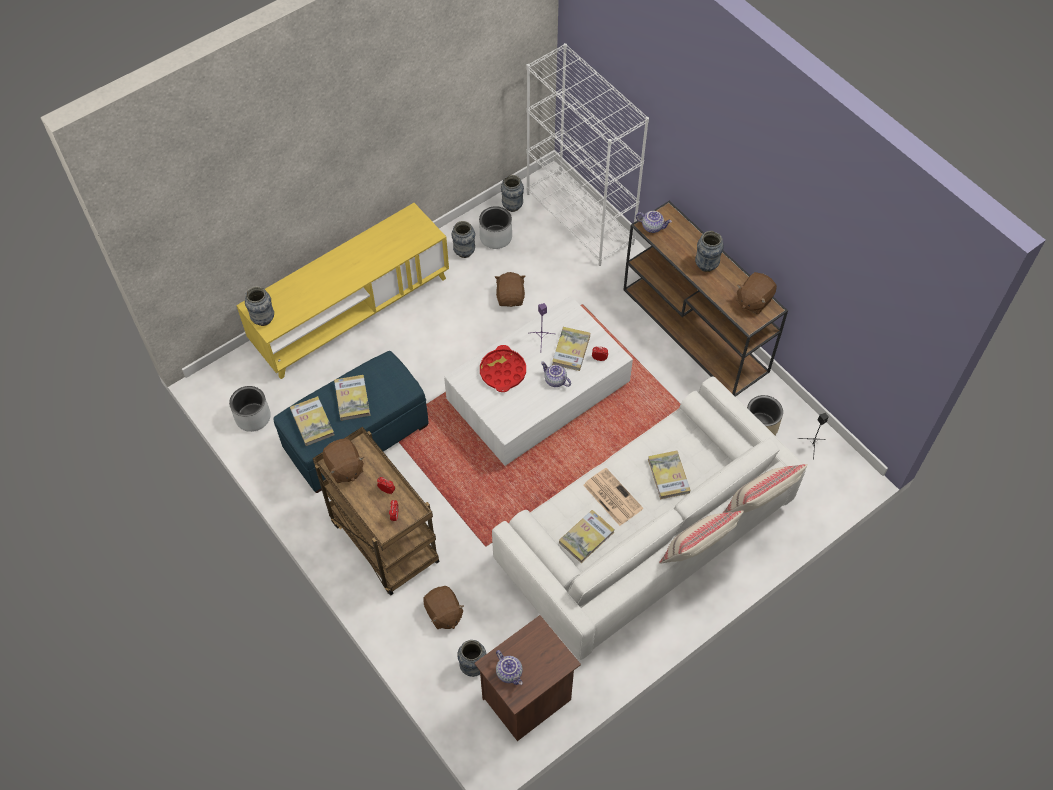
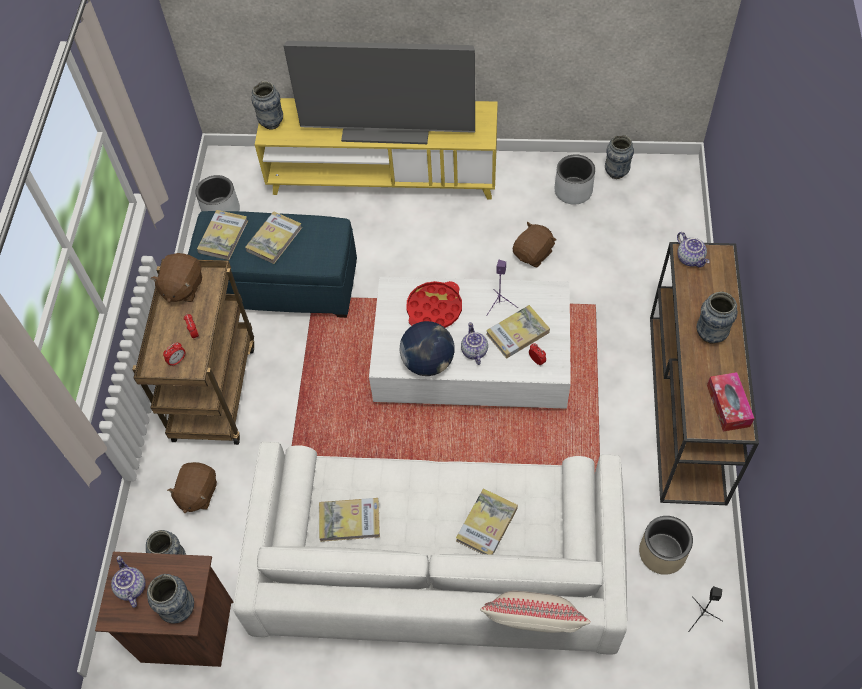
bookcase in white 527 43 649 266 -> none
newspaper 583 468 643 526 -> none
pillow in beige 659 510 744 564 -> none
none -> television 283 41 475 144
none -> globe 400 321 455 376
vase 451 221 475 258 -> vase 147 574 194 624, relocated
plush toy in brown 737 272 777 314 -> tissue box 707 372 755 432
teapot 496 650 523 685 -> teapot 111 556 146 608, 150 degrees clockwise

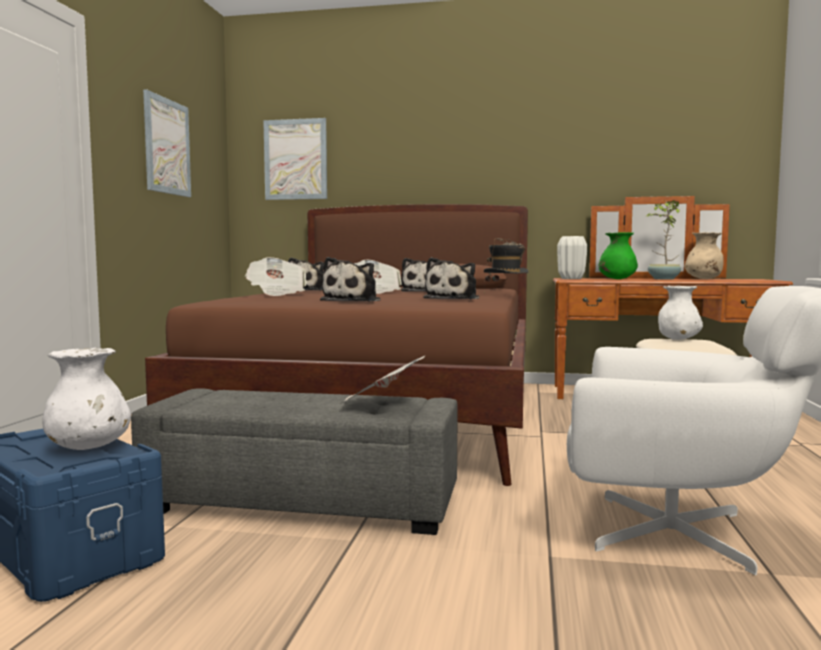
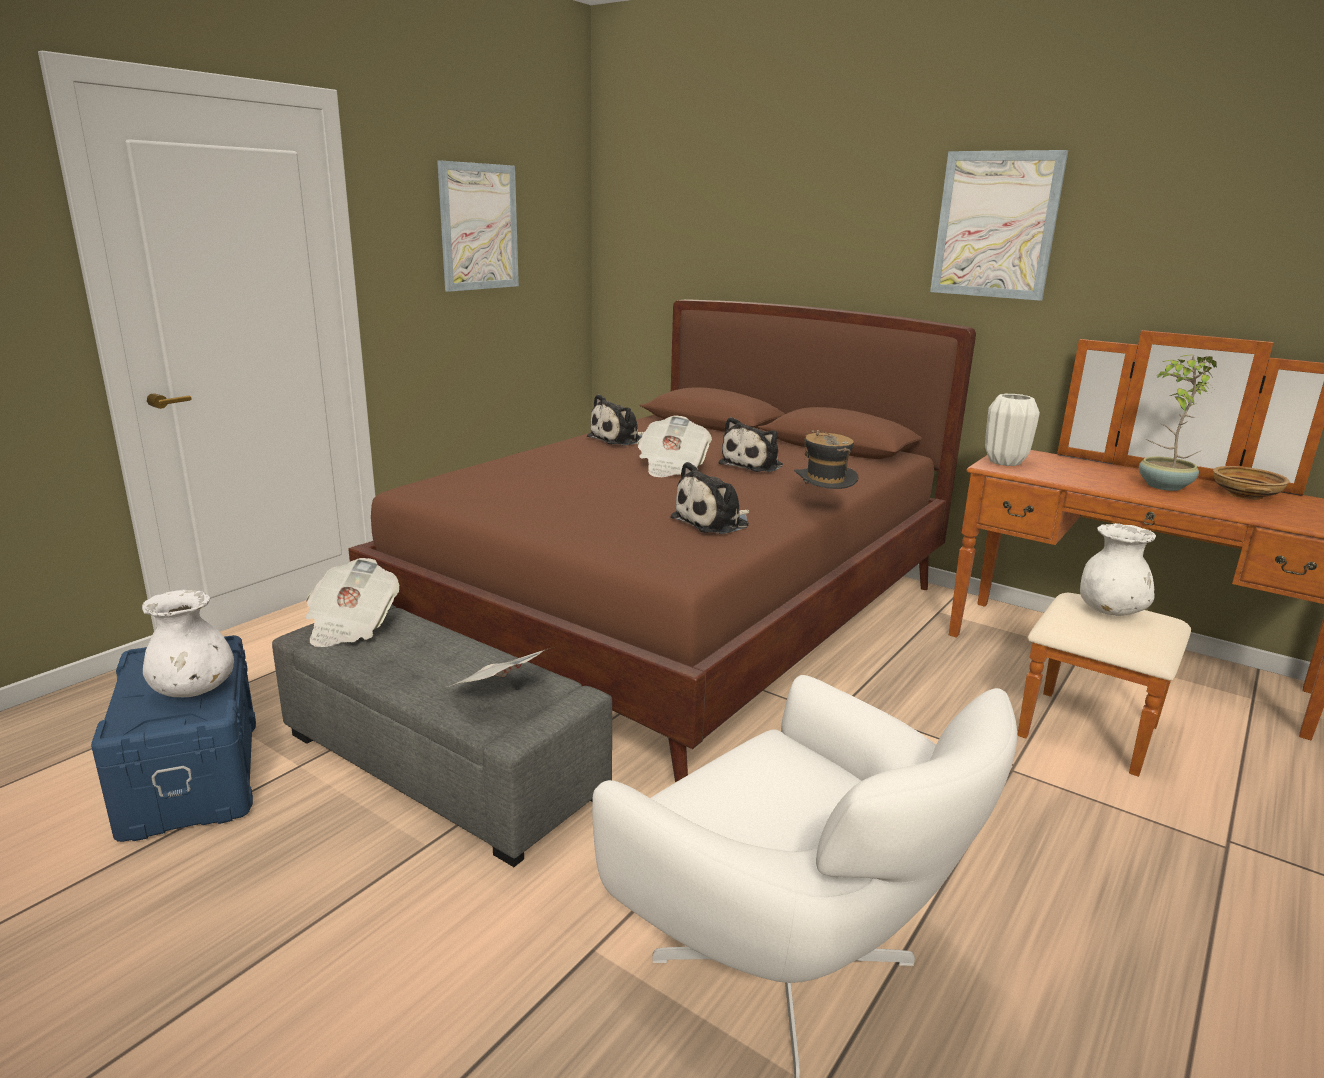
plush toy 320 257 380 302 -> none
vase in green 599 232 638 279 -> none
newspaper 245 257 306 296 -> newspaper 305 558 400 647, relocated
picture 263 118 327 200 -> picture 930 150 1068 301, relocated
vase in beige 685 232 724 279 -> bowl in beige 1213 466 1290 500

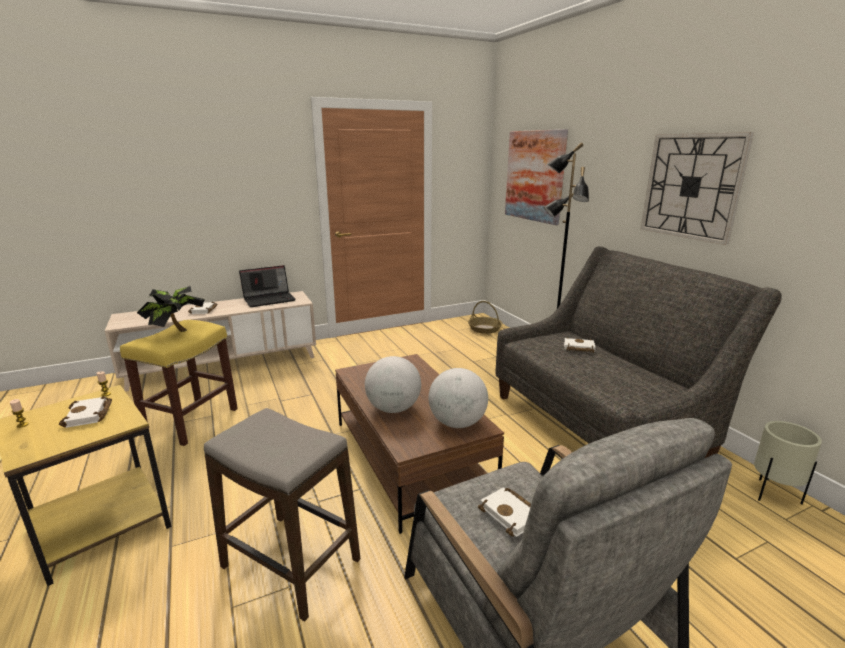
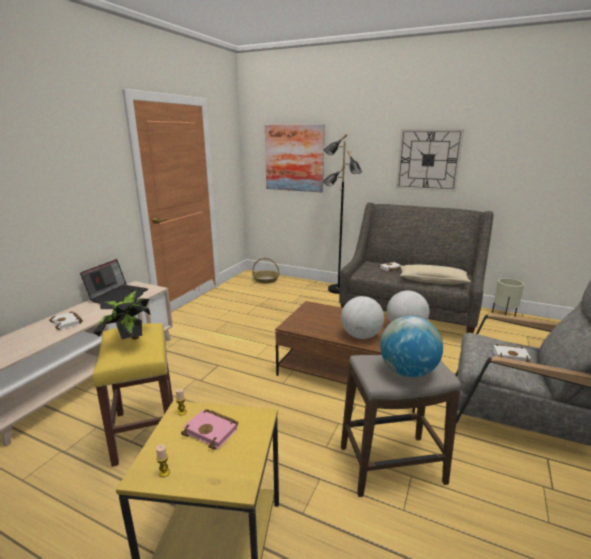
none -> globe 380 316 443 377
none -> pillow in beige 400 265 471 285
book in white 59 396 112 428 -> book in pink 181 409 238 450

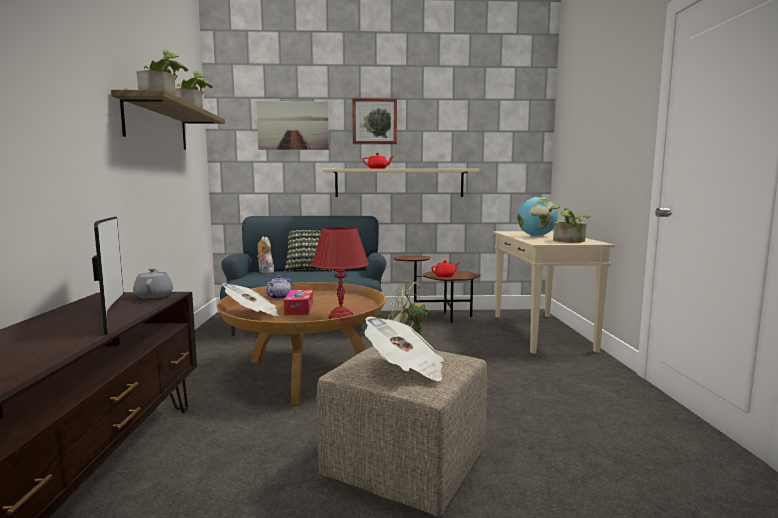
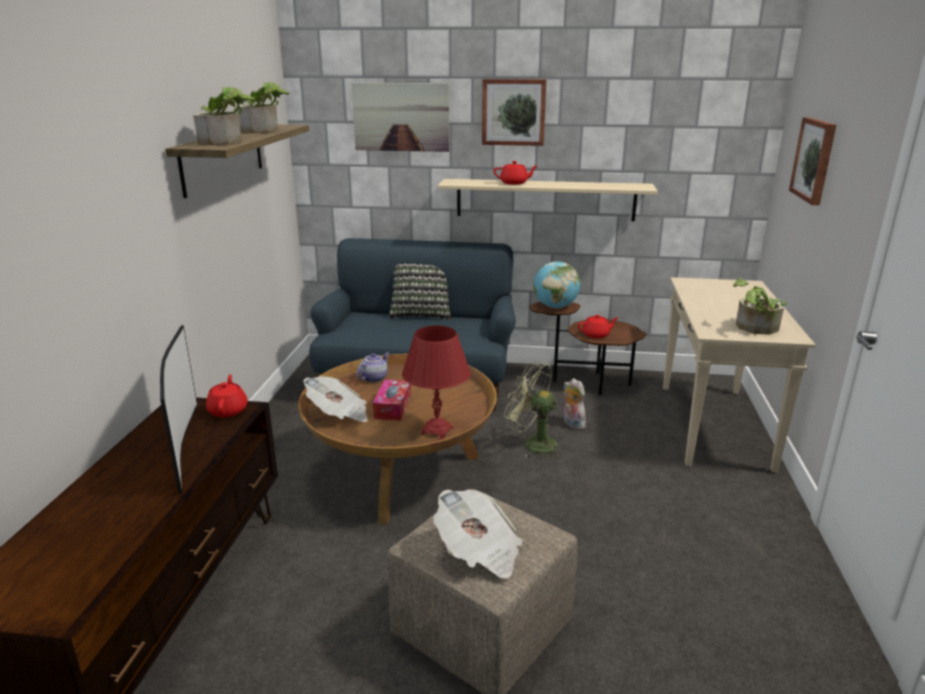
none -> picture 789 117 836 205
plush toy 257 237 274 273 -> plush toy 563 378 587 429, relocated
globe 517 197 558 237 -> globe 533 261 581 308, relocated
teapot in grey 133 268 173 299 -> teapot in red 206 374 247 417

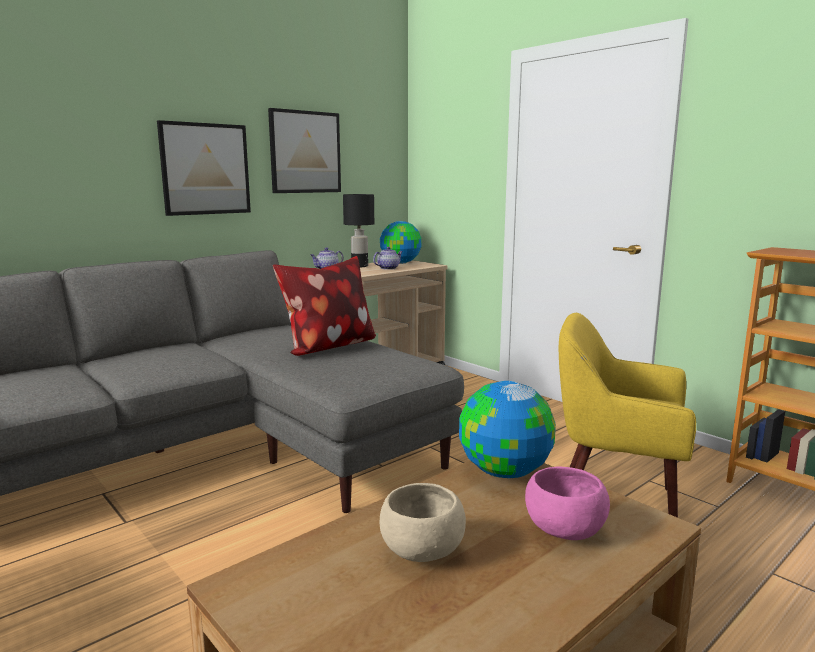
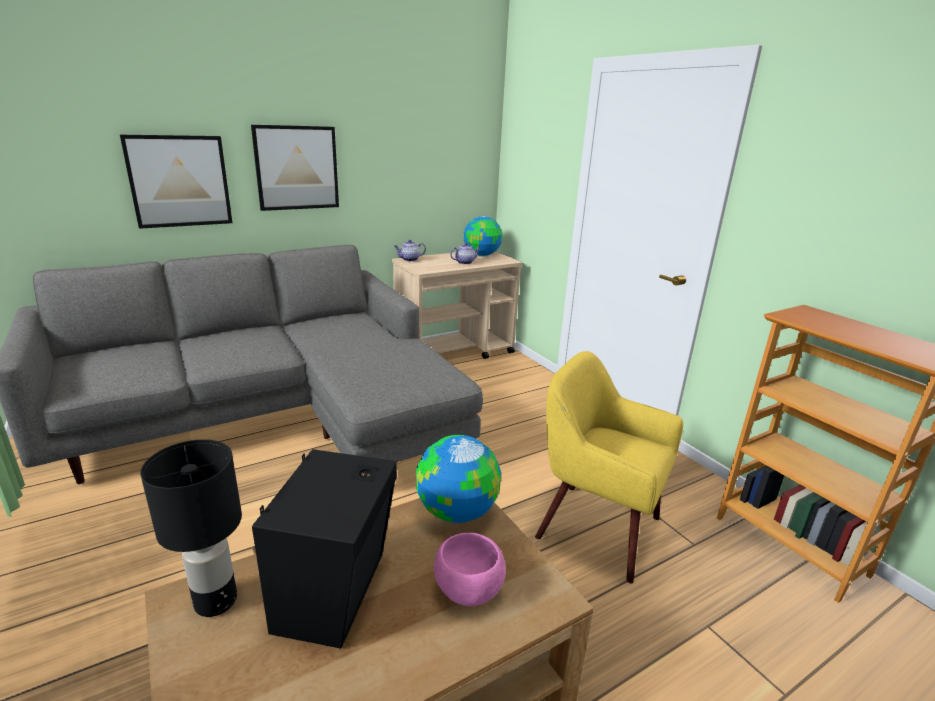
pillow 273 256 376 356 -> none
picture 268 108 341 193 -> picture 120 135 232 229, relocated
table lamp in black 343 194 374 267 -> table lamp in black 140 439 242 617, relocated
bowl in beige 380 483 466 562 -> speaker in black 252 449 397 649

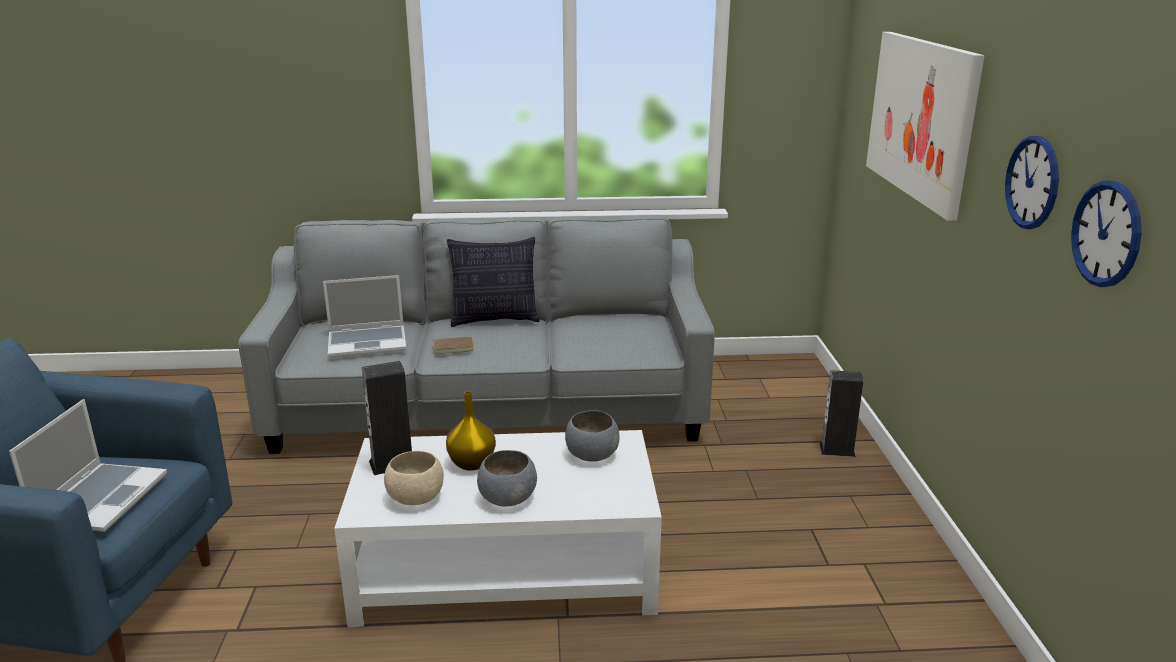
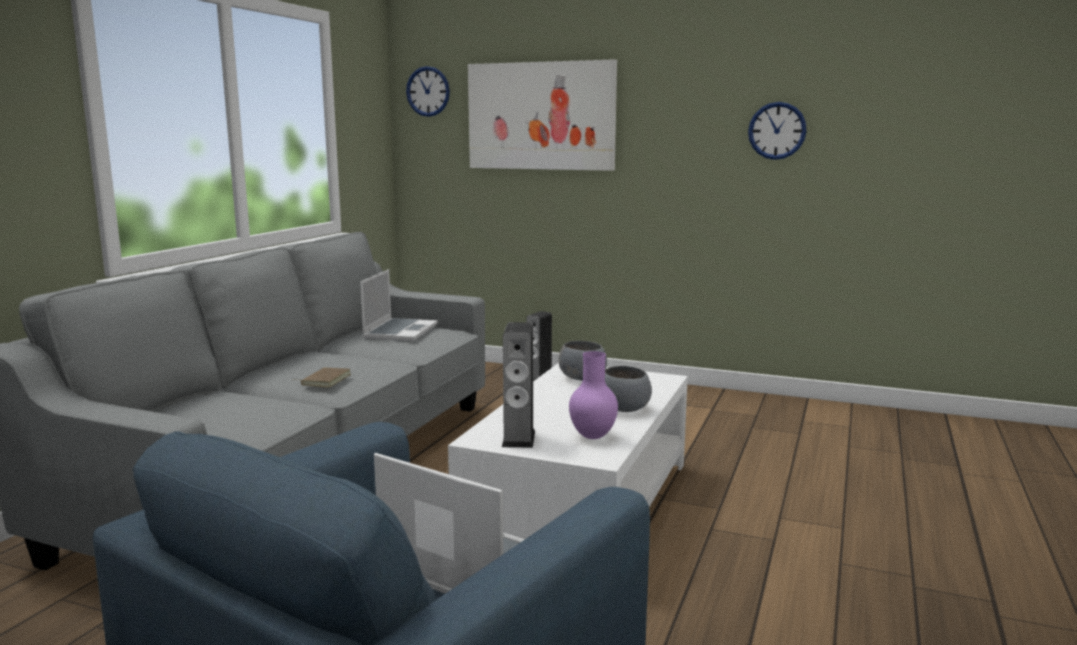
vase in yellow 446 391 496 471 -> none
pillow 447 237 540 327 -> none
laptop 323 275 406 358 -> laptop 360 269 438 341, relocated
wall clock 1005 136 1059 229 -> wall clock 406 66 450 117, relocated
bowl in beige 384 451 444 505 -> vase in purple 569 351 618 439

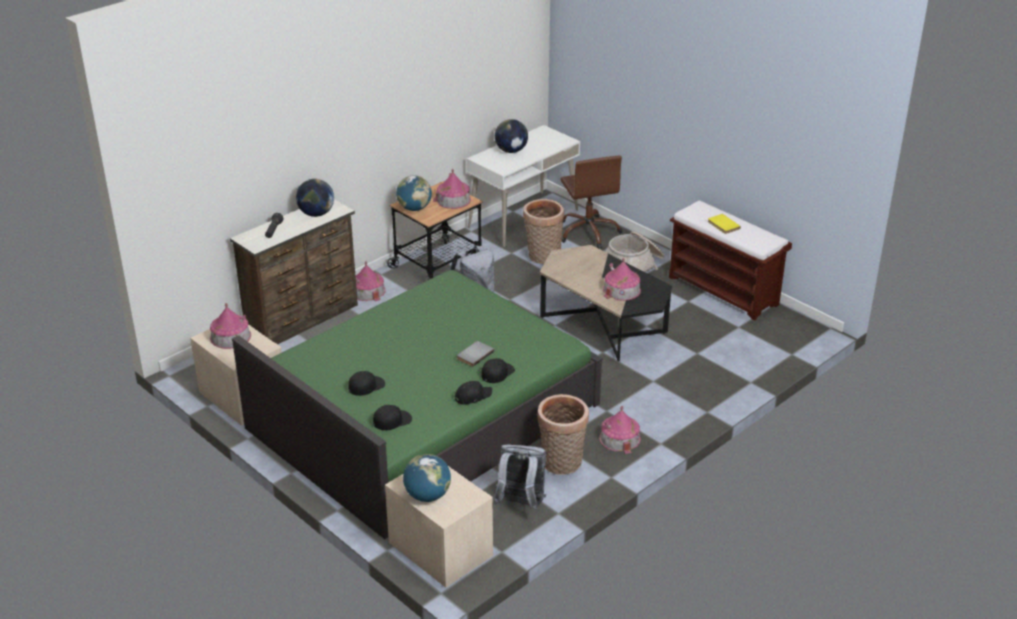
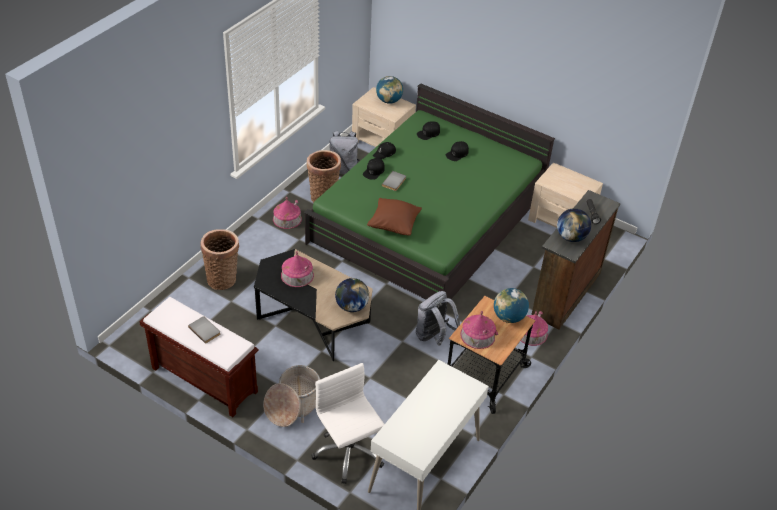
toy house 210 303 251 349 -> none
none -> pillow in brown 367 198 422 236
globe 495 119 528 153 -> globe 335 278 369 312, relocated
basket 523 199 564 264 -> basket 201 229 239 290, relocated
office chair in brown 560 156 623 249 -> office chair in white 311 363 385 484
book in yellow 708 214 741 234 -> book in grey 188 316 220 344

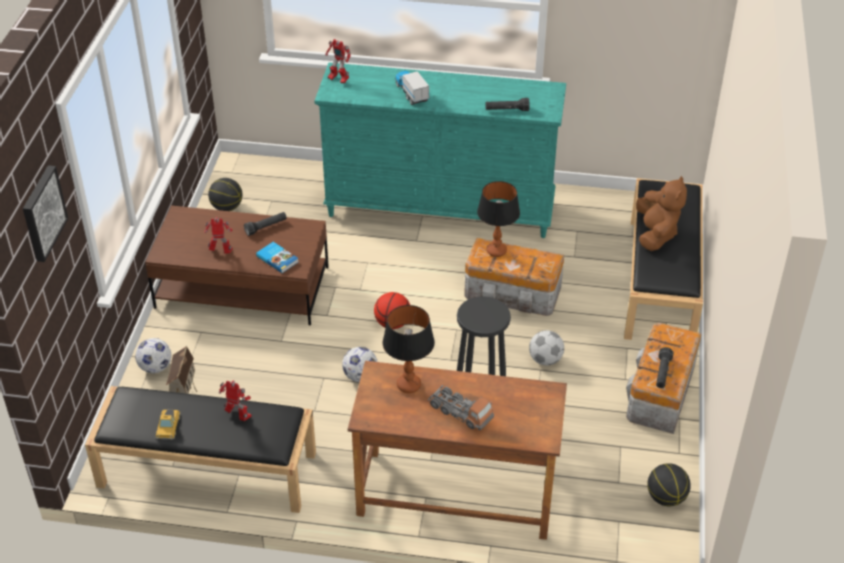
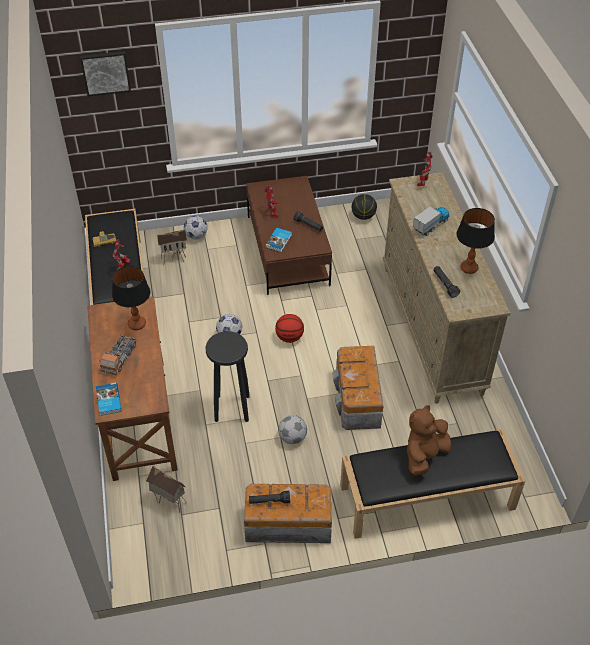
basketball 647 463 691 506 -> none
none -> book 96 382 122 416
none -> toy house 146 465 187 513
table lamp 477 181 520 257 -> table lamp 456 208 495 274, relocated
dresser in turquoise 315 62 566 238 -> dresser in beige 382 172 510 404
plush toy in brown 636 176 687 251 -> plush toy in brown 407 405 451 476, 150 degrees clockwise

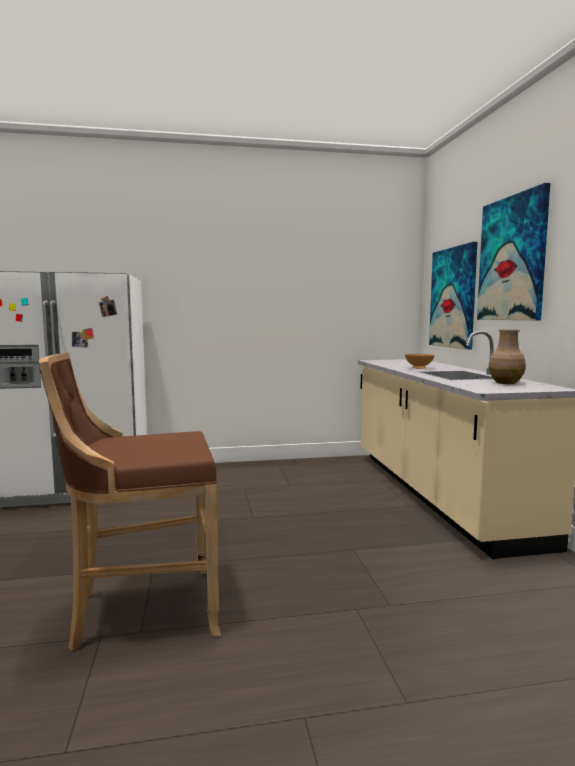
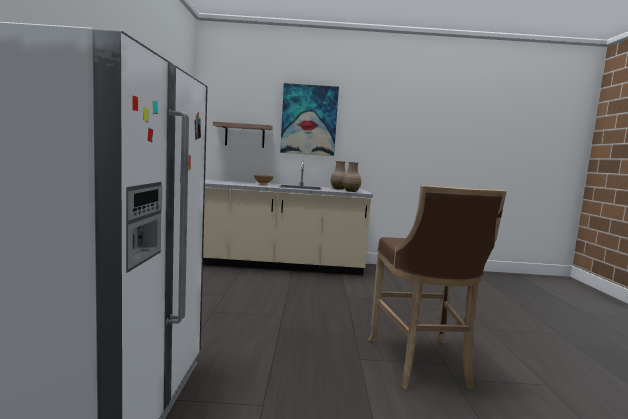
none -> vase in brown 343 162 361 192
picture 429 242 477 350 -> shelf 213 121 273 148

